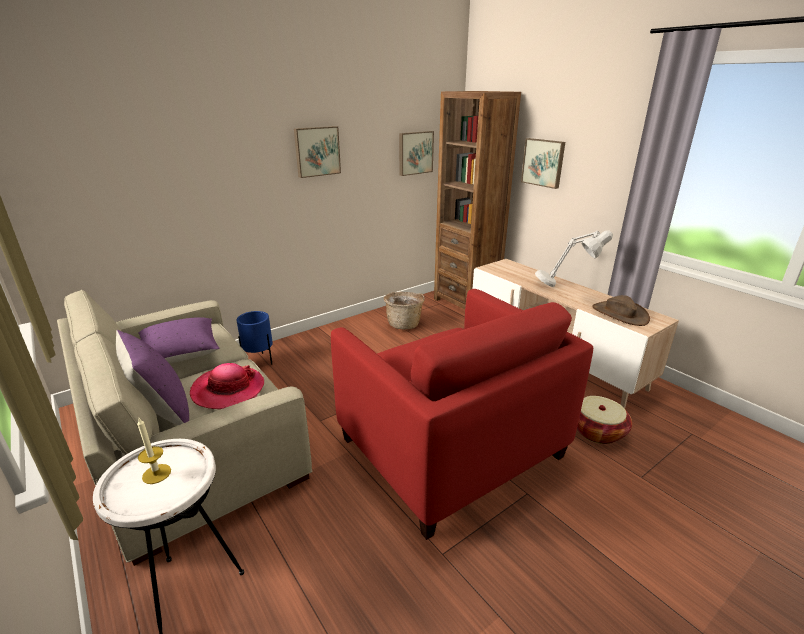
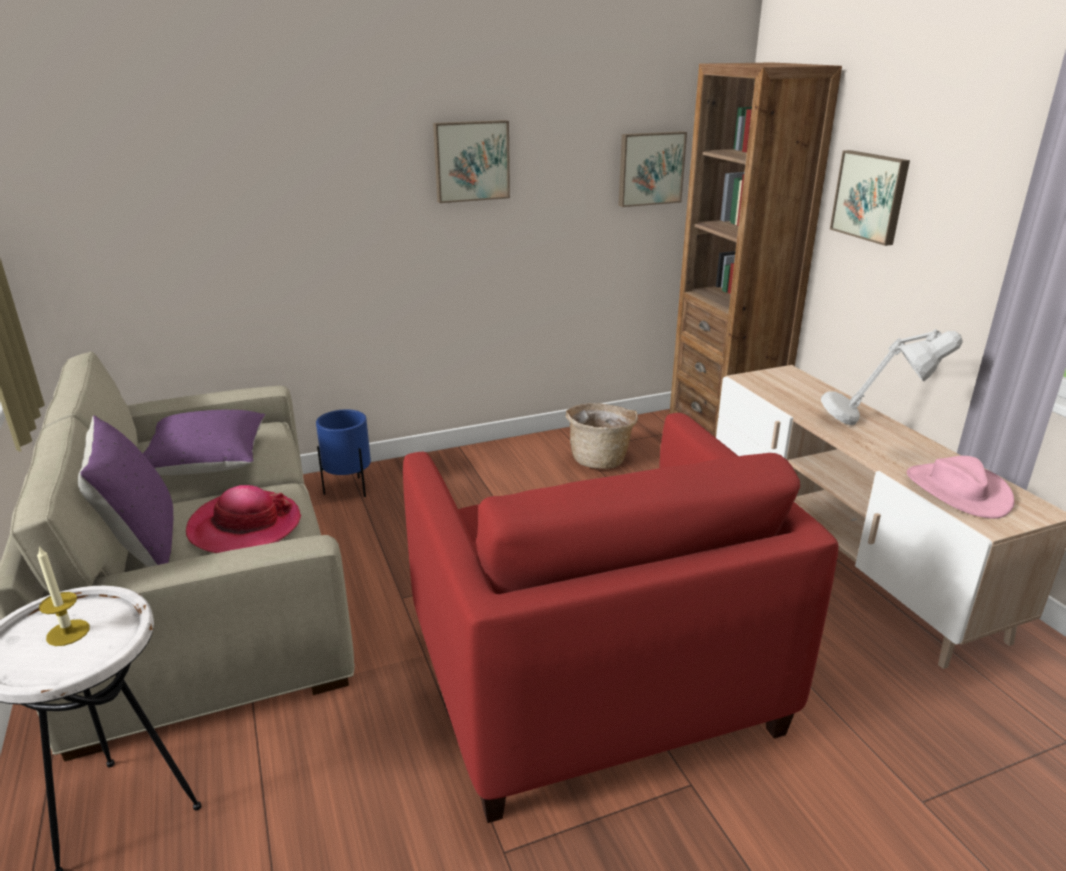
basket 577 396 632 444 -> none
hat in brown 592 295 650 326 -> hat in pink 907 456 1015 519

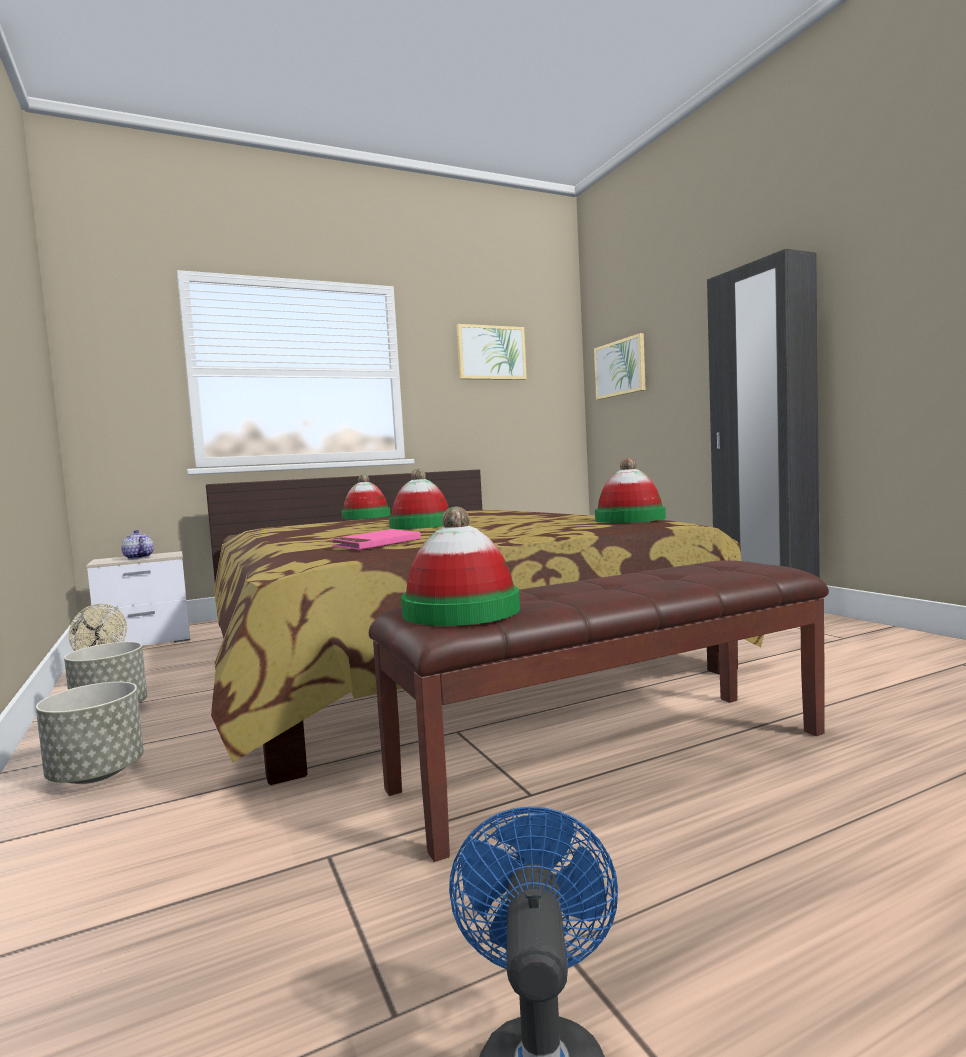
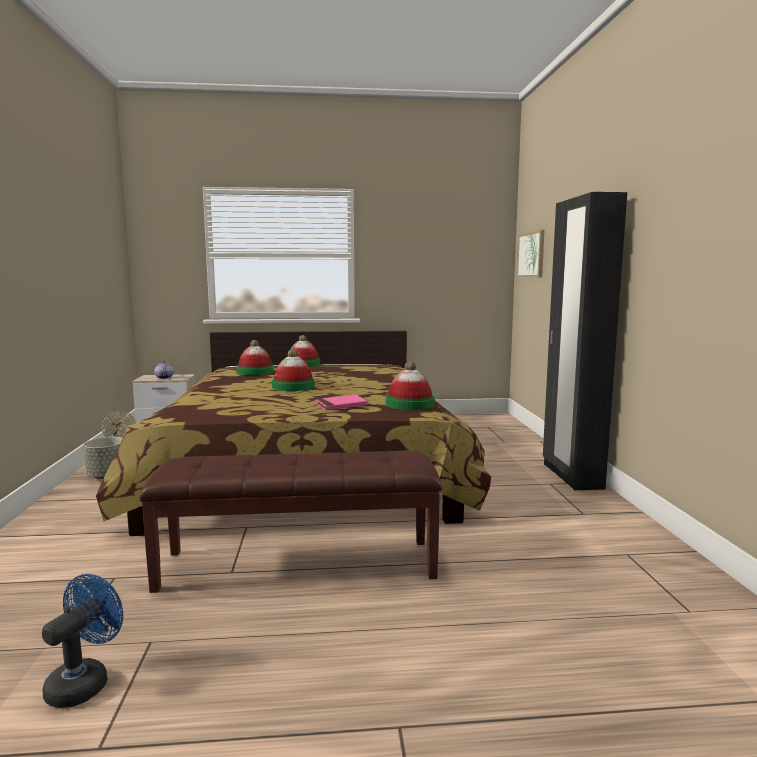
planter in grey 36 682 144 784 -> none
picture 456 324 527 380 -> none
book in pink 331 529 421 550 -> book in pink 316 395 368 410, relocated
hat 401 507 520 626 -> hat 237 340 274 375, relocated

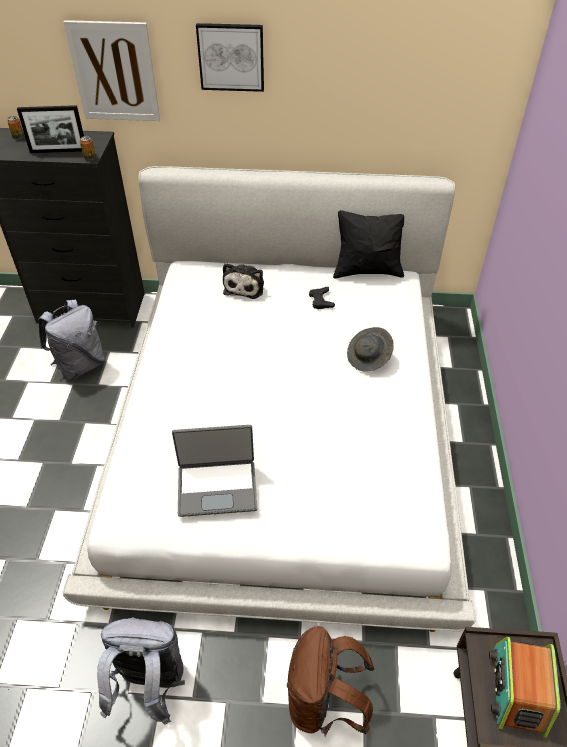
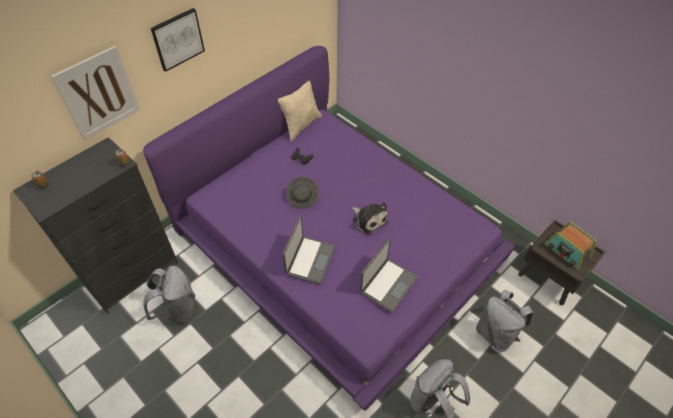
picture frame 17 105 84 153 -> none
none -> laptop 282 216 335 285
plush toy 223 263 264 299 -> plush toy 352 202 388 235, relocated
hat in grey 347 327 394 371 -> hat in grey 286 177 319 209, relocated
bed in white 62 166 476 632 -> bed in purple 143 46 515 411
backpack in brown 287 626 374 737 -> backpack in grey 476 290 533 352
pillow in black 333 210 404 279 -> pillow in beige 278 80 322 142

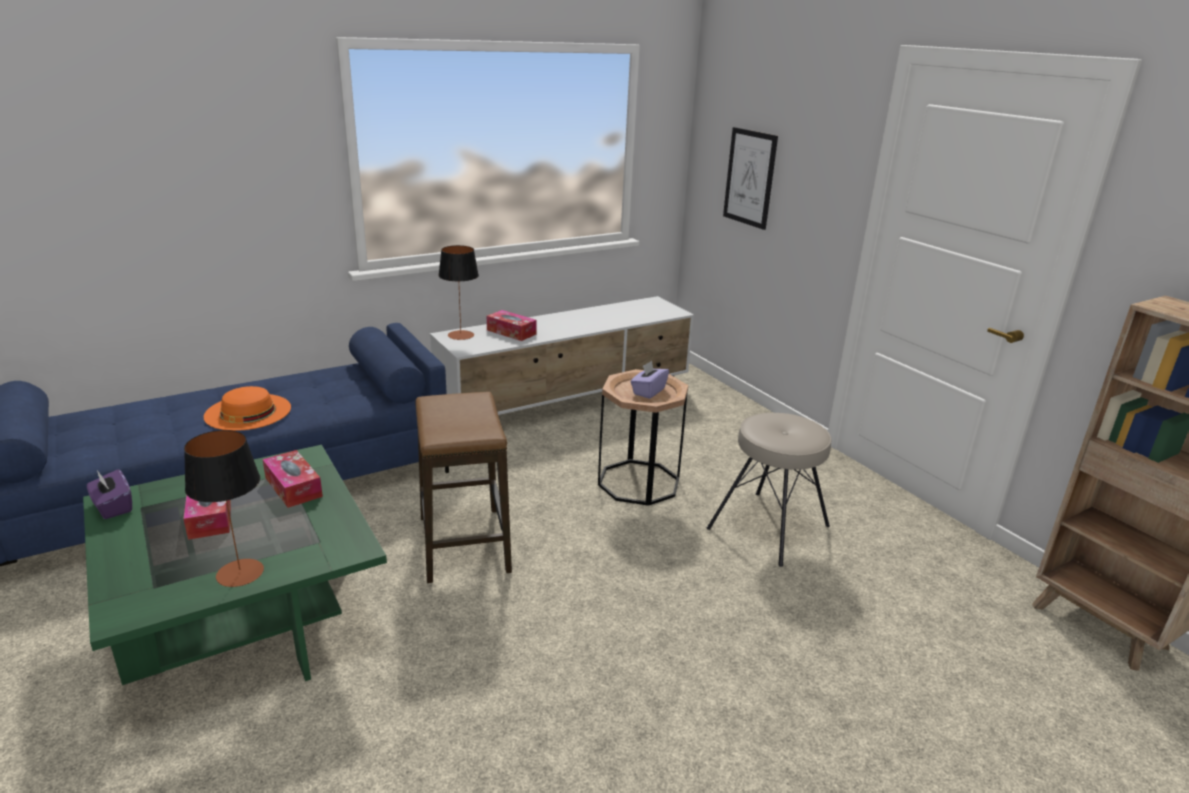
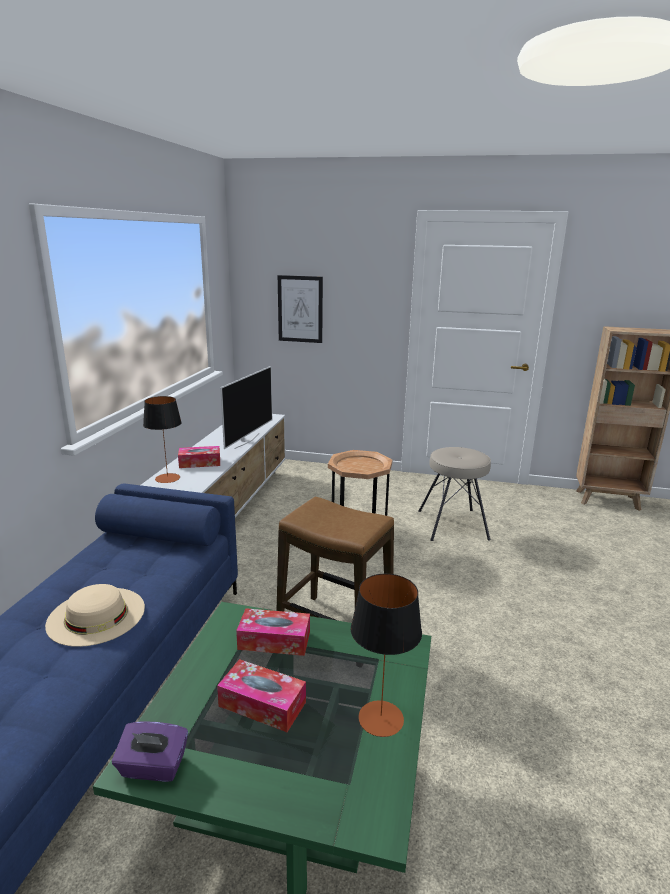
tissue box in purple 631 361 669 399 -> none
none -> television 220 366 272 449
hat in orange 204 386 291 431 -> hat in beige 45 584 145 647

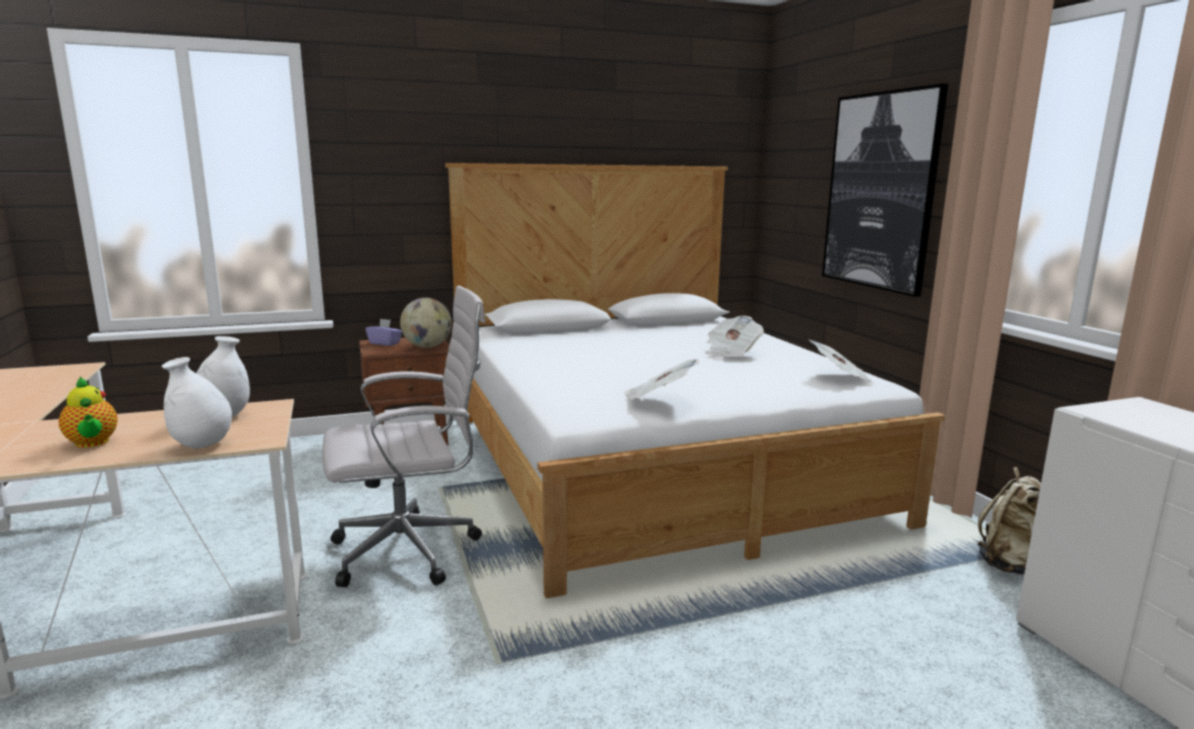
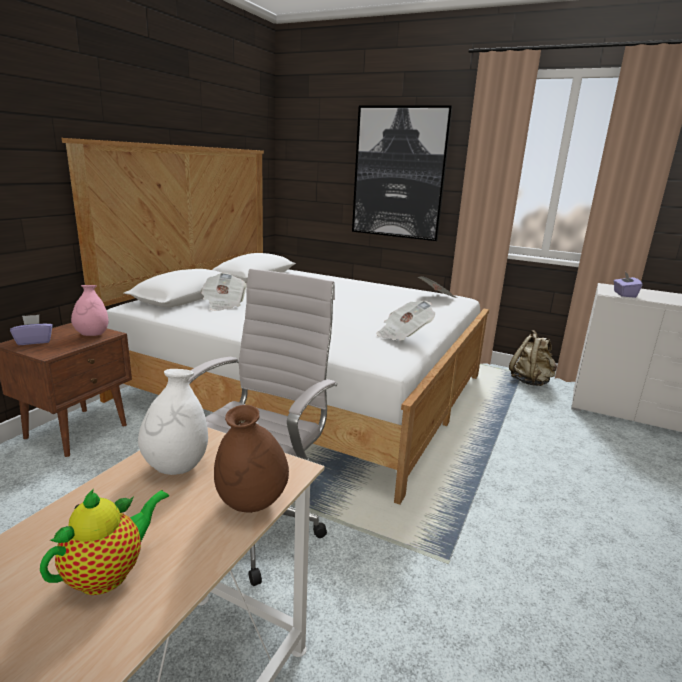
none -> tissue box in purple 614 272 642 298
newspaper 706 316 764 358 -> newspaper 200 273 247 311, relocated
globe 400 298 452 348 -> vase in pink 71 285 109 336
vase in white 162 357 232 449 -> vase in brown 214 405 289 513
teapot 59 377 118 448 -> teapot 40 488 169 595, 60 degrees counterclockwise

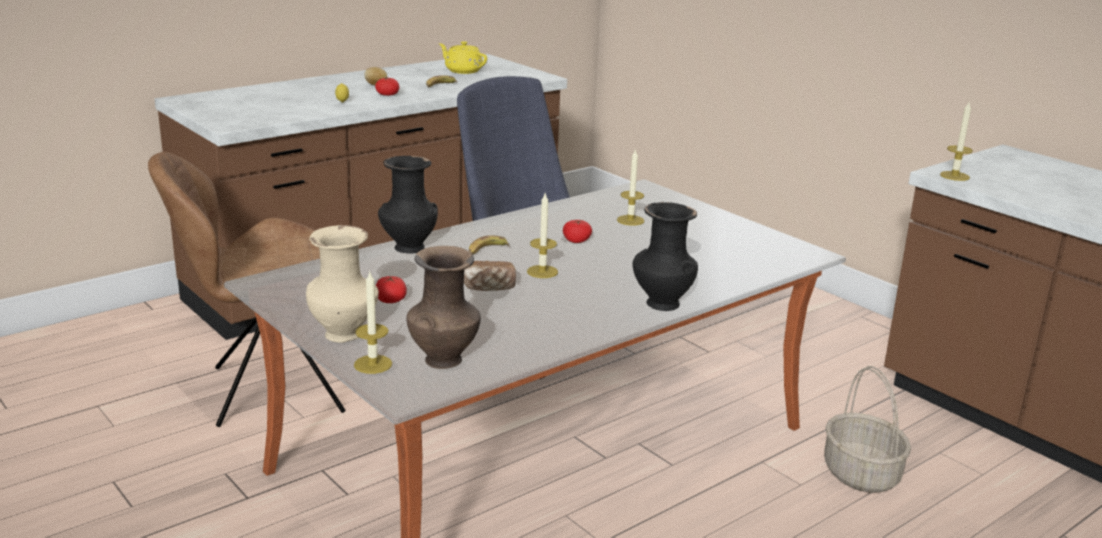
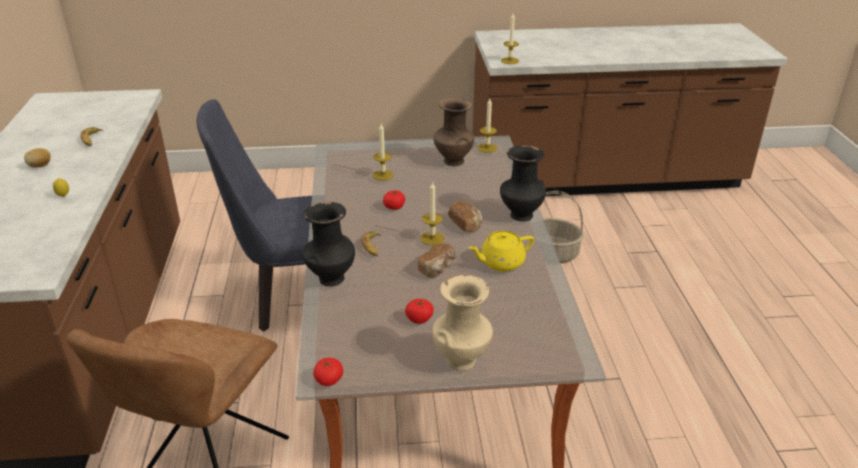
none -> bread 448 200 482 232
candle 354 272 392 374 -> candle 477 99 497 153, relocated
tomato 375 78 399 96 -> tomato 313 358 343 386, relocated
vase in brown 407 246 481 369 -> vase in brown 433 98 474 166, relocated
teapot in yellow 439 41 487 74 -> teapot in yellow 468 231 534 272, relocated

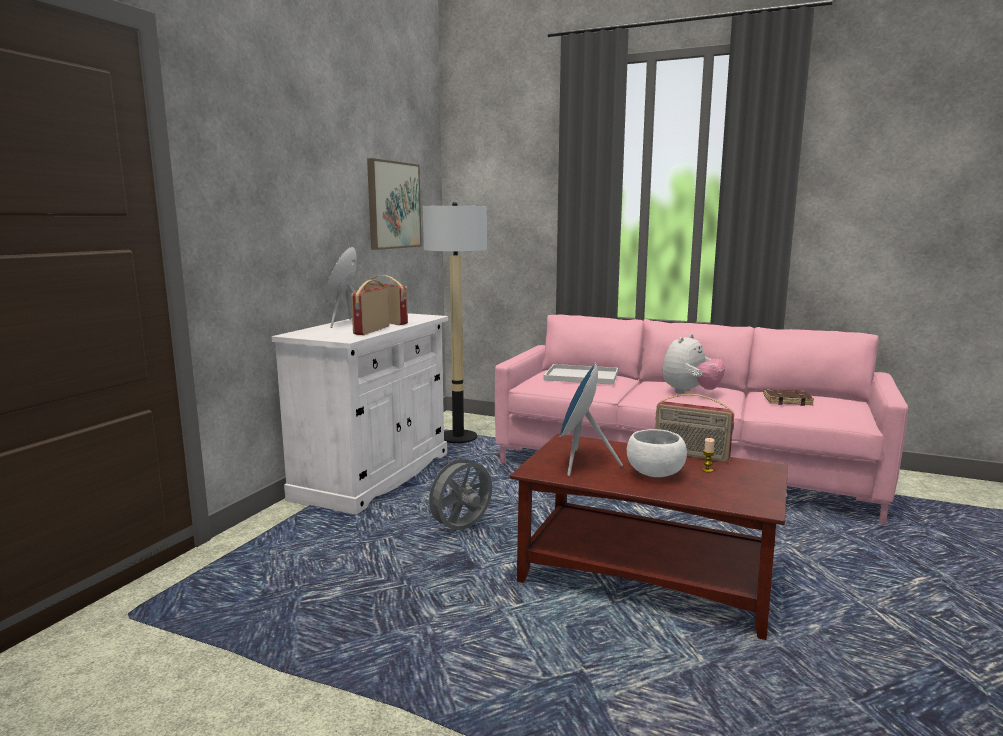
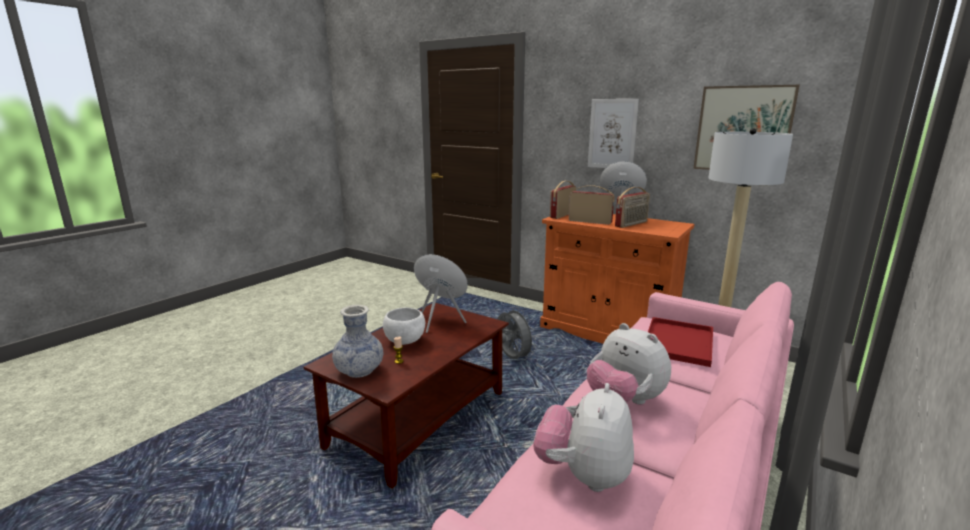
none -> vase 332 305 383 378
none -> picture 588 99 639 168
radio 655 394 734 462 -> radio 550 181 576 219, relocated
book in brown 764 389 814 406 -> plush toy 534 383 634 492
cabinet in white 272 313 448 515 -> cabinet in orange 540 214 695 344
tray in white 544 364 618 385 -> tray in red 648 317 713 367

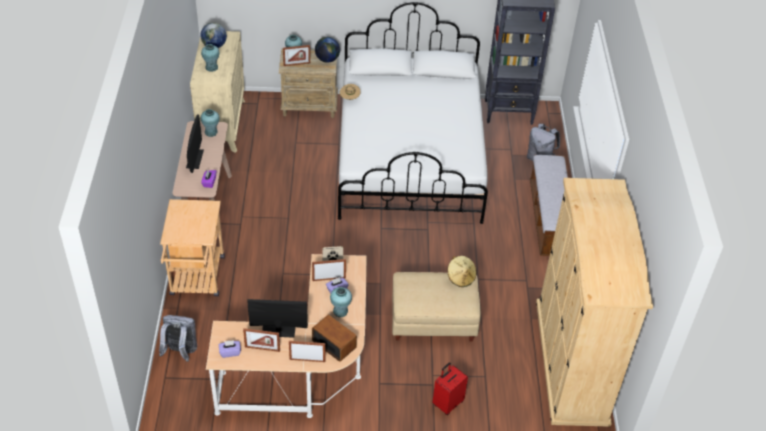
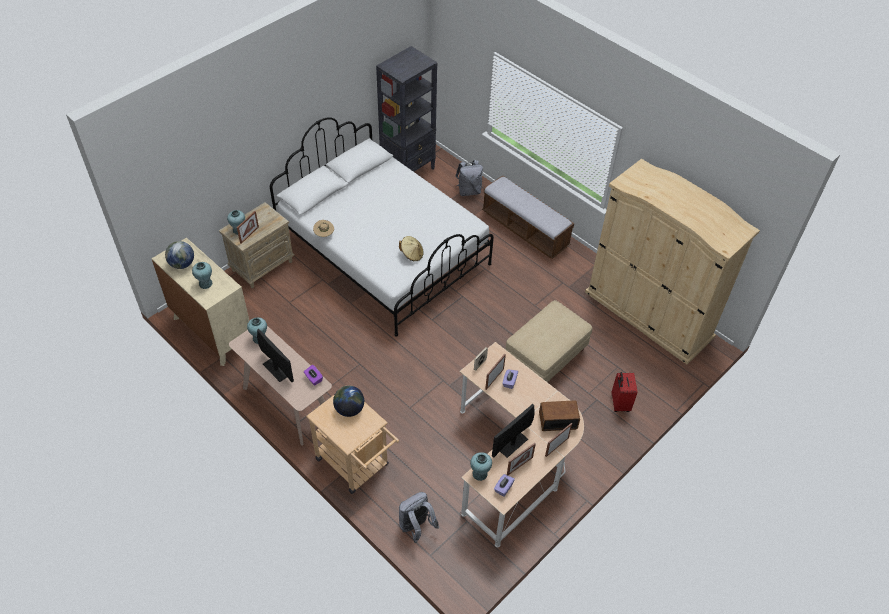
globe 315 37 340 63 -> globe 333 386 364 417, relocated
vase in turquoise 330 287 352 317 -> vase in turquoise 470 452 492 481, relocated
hat in beige 448 256 477 287 -> hat in beige 399 236 423 261, relocated

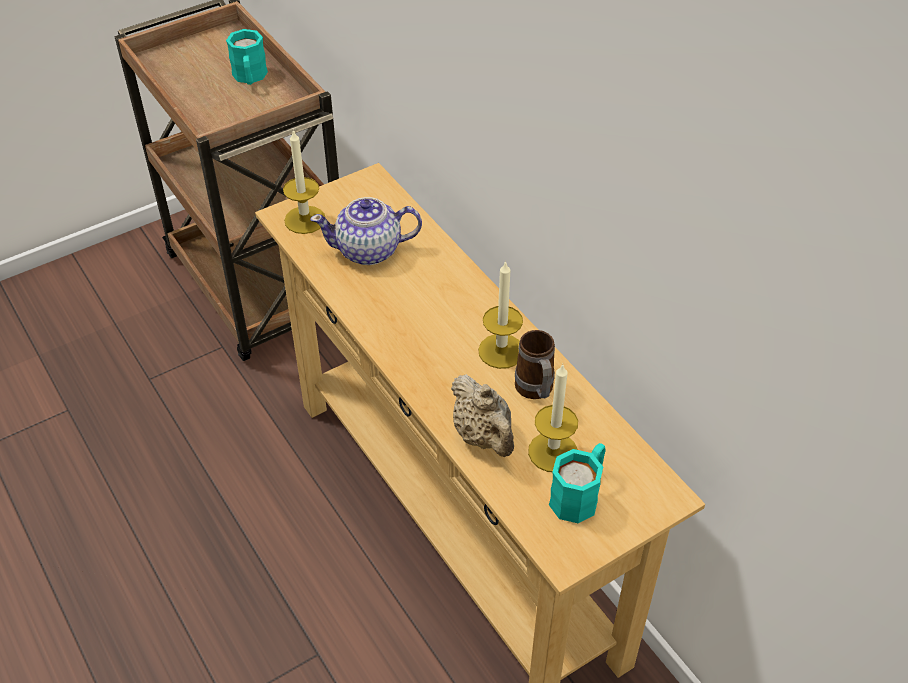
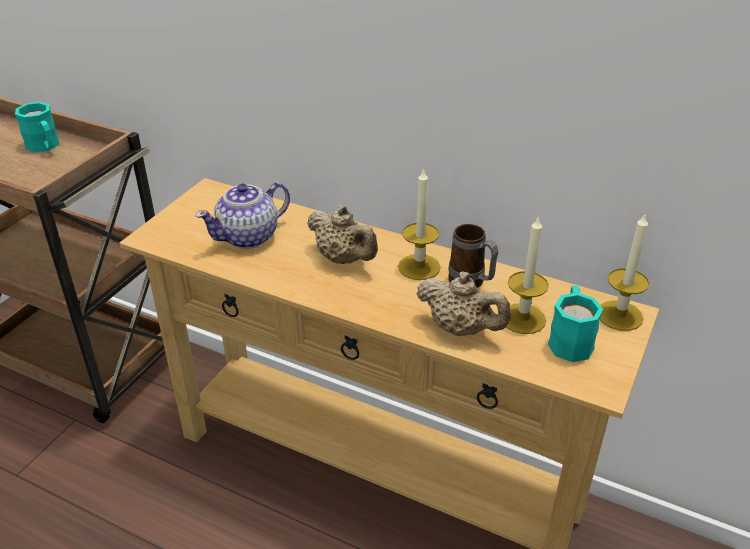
none -> teapot in beige 307 204 378 264
candle 283 129 325 234 -> candle 600 212 649 331, relocated

